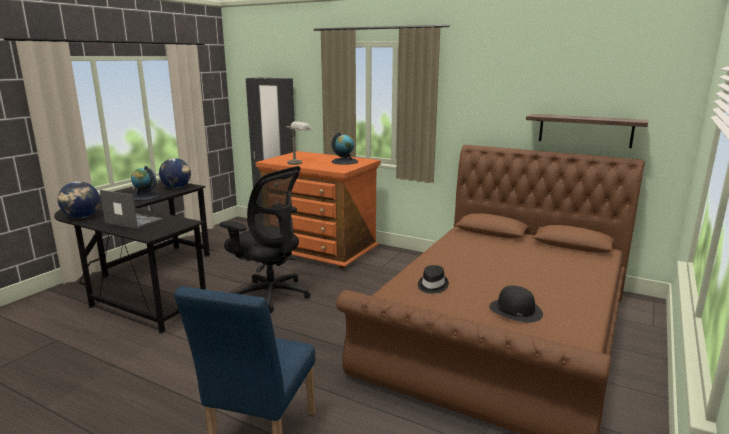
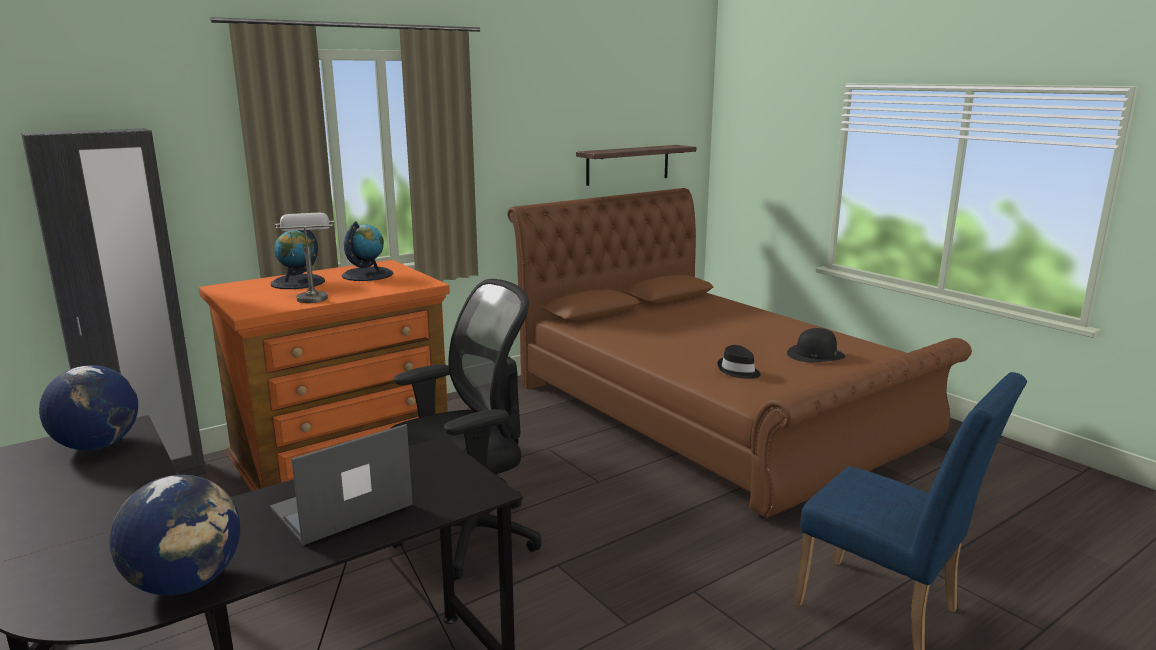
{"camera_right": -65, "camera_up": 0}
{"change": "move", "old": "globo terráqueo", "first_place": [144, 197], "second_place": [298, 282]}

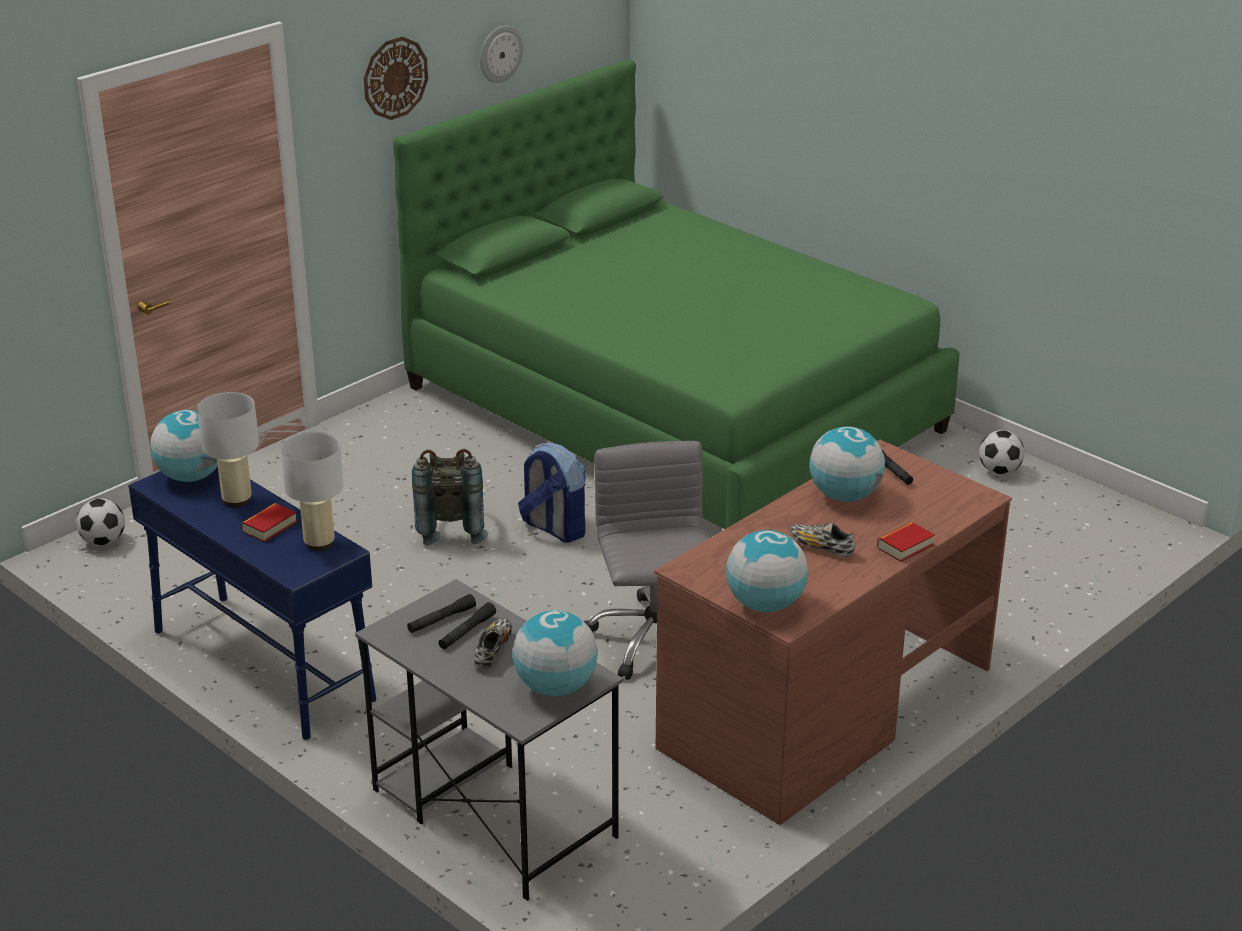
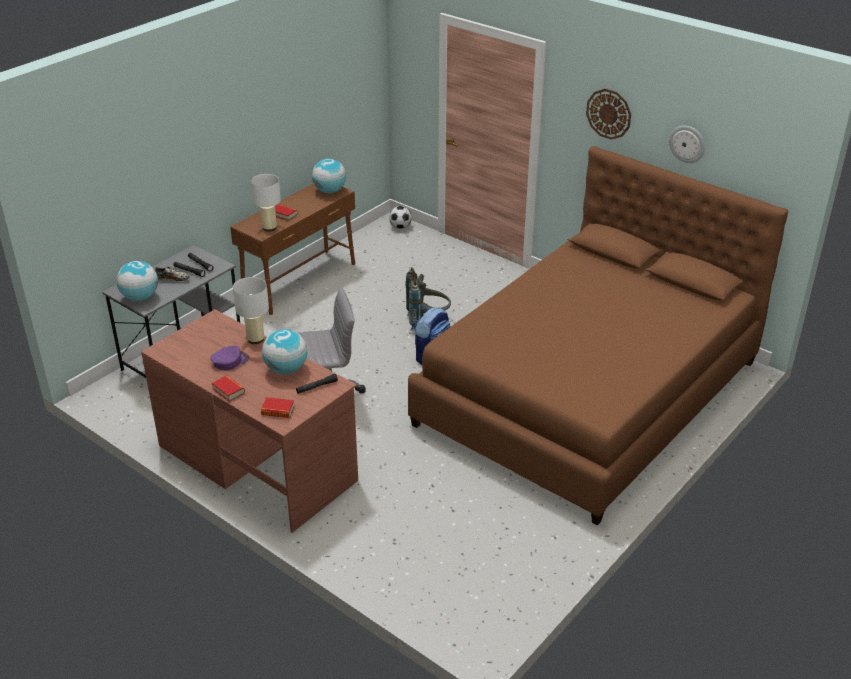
{"camera_right": 85, "camera_up": 5}
{"change": "replace", "old": "zapato", "new": "gorra [morado]", "first_place": [821, 547], "second_place": [230, 361]}
{"change": "recolor", "old": "mesa consola [azul]", "new": "mesa consola [marrón]", "first_place": [264, 664], "second_place": [300, 282]}
{"change": "move", "old": "lámpara de mesa [blanco]", "first_place": [237, 500], "second_place": [255, 339]}
{"change": "insert", "new": "libro", "second_place": [278, 411]}
{"change": "recolor", "old": "cama [verde]", "new": "cama [marrón]", "first_place": [672, 408], "second_place": [589, 393]}
{"change": "delete", "old": "globo terráqueo", "first_place": [765, 605]}
{"change": "delete", "old": "balón de fútbol", "first_place": [999, 471]}

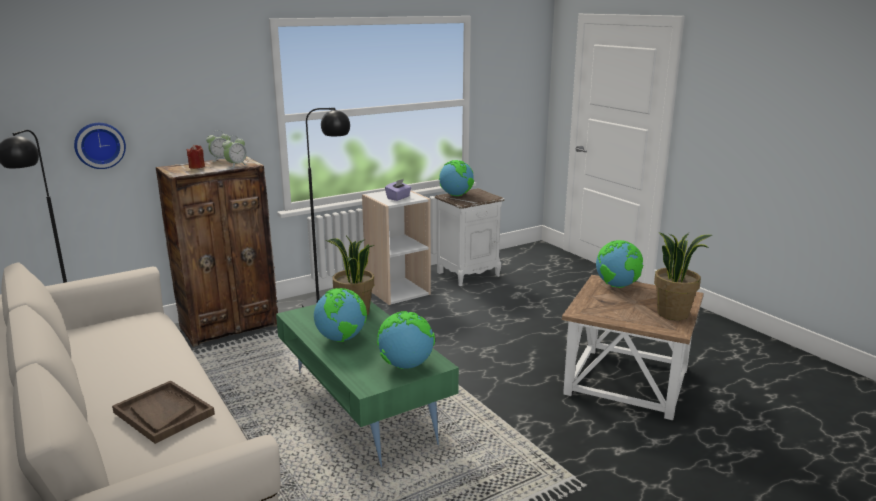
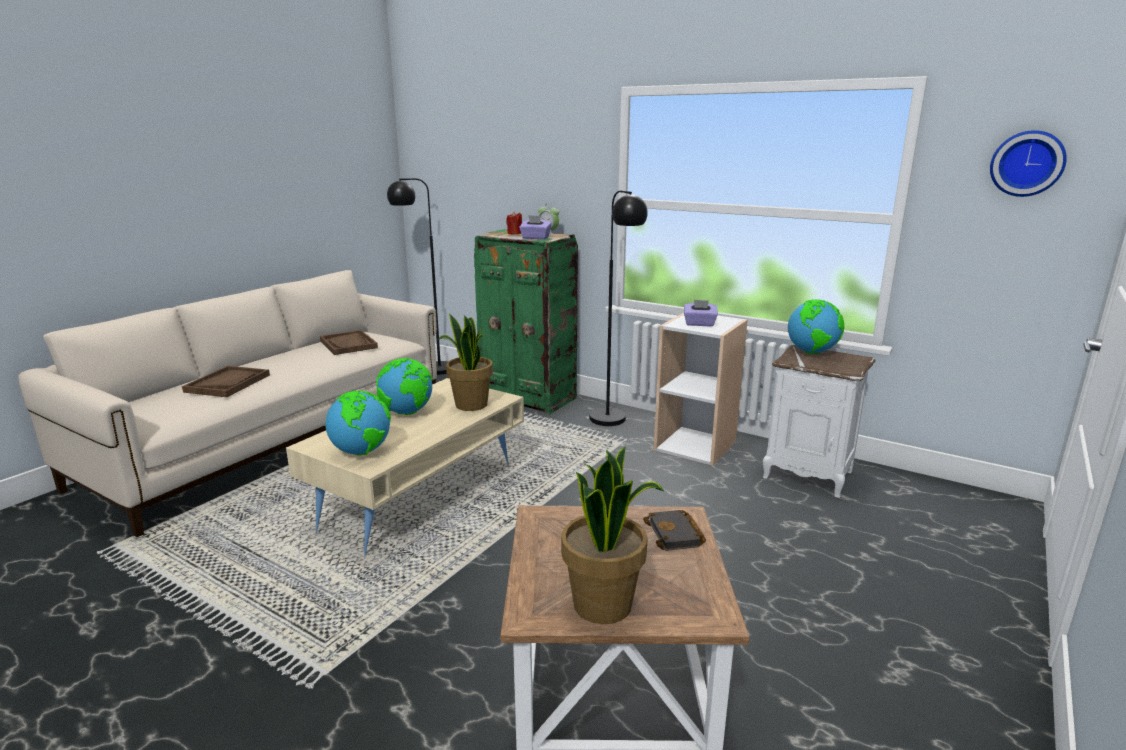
{"camera_right": 65, "camera_up": 0}
{"change": "recolor", "old": "mesa de centro [verde]", "new": "mesa de centro [beis]", "first_place": [362, 407], "second_place": [420, 495]}
{"change": "insert", "new": "bandeja [marrón]", "second_place": [348, 344]}
{"change": "recolor", "old": "armario [marrón]", "new": "armario [verde]", "first_place": [229, 326], "second_place": [529, 397]}
{"change": "replace", "old": "despertador", "new": "caja de pañuelos [morado]", "first_place": [236, 165], "second_place": [535, 238]}
{"change": "replace", "old": "globo terráqueo", "new": "libro [negro]", "first_place": [617, 286], "second_place": [676, 535]}
{"change": "move", "old": "reloj de pared", "first_place": [99, 145], "second_place": [1027, 163]}

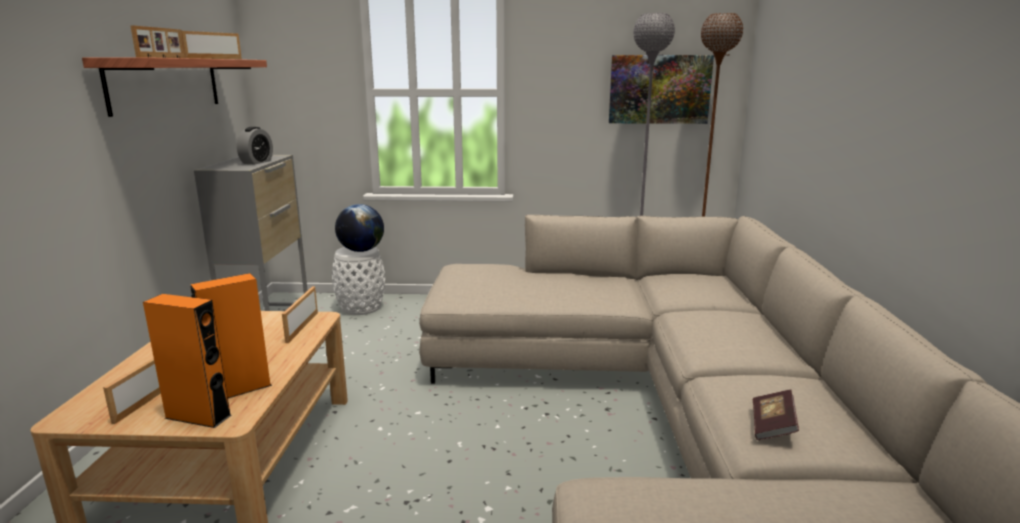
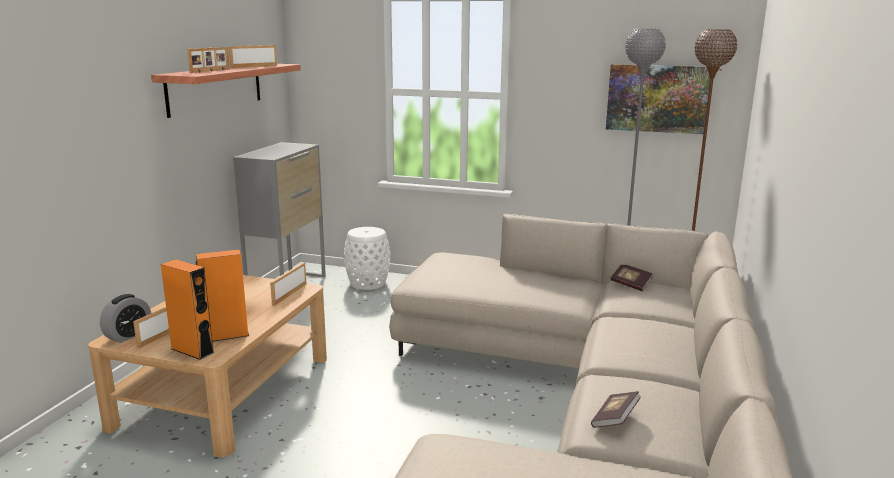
{"camera_right": 15, "camera_up": 0}
{"change": "move", "old": "despertador", "first_place": [257, 162], "second_place": [128, 335]}
{"change": "insert", "new": "libro", "second_place": [630, 284]}
{"change": "delete", "old": "globo terráqueo", "first_place": [361, 250]}

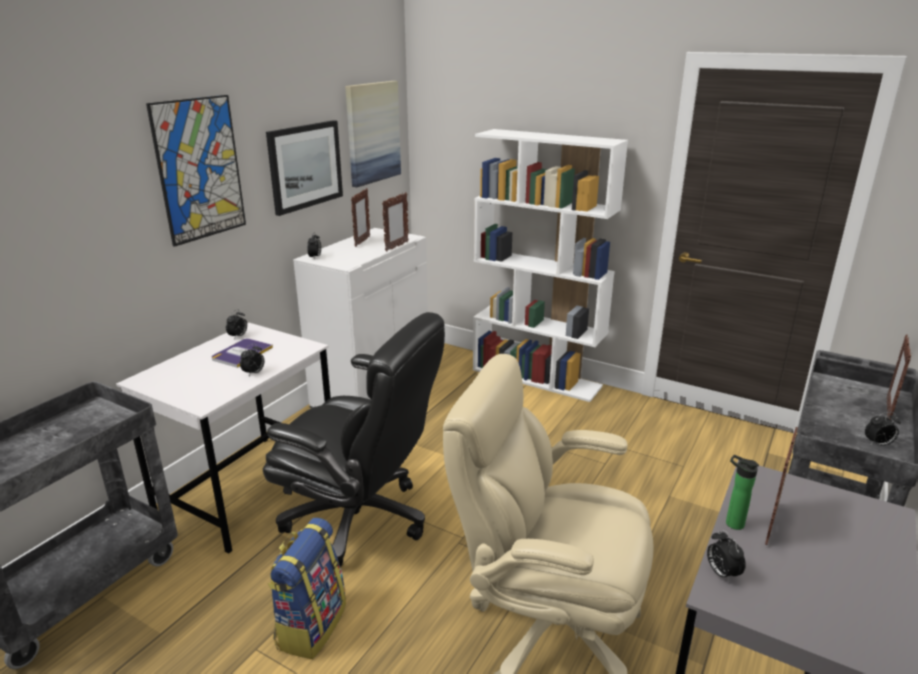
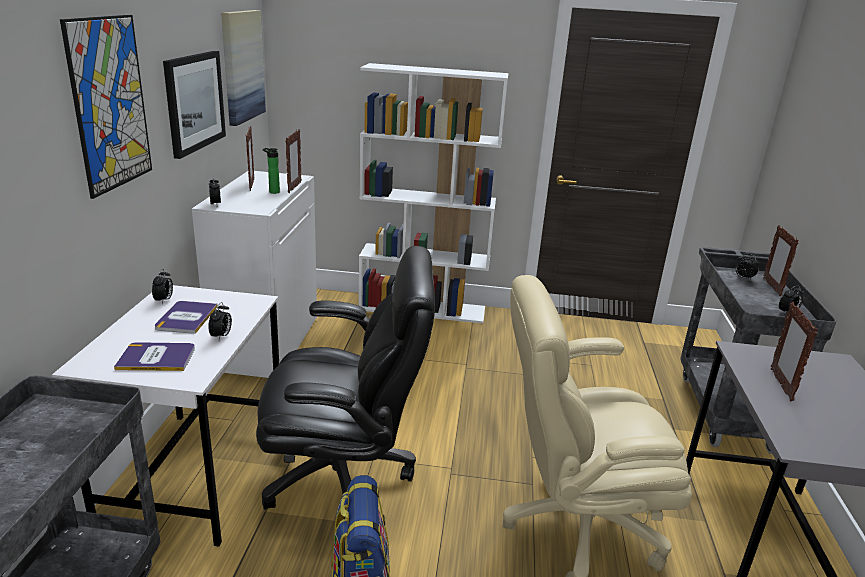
{"camera_right": -25, "camera_up": 0}
{"change": "insert", "new": "libro", "second_place": [156, 358]}
{"change": "move", "old": "botella", "first_place": [731, 523], "second_place": [272, 192]}
{"change": "move", "old": "despertador", "first_place": [721, 573], "second_place": [743, 278]}

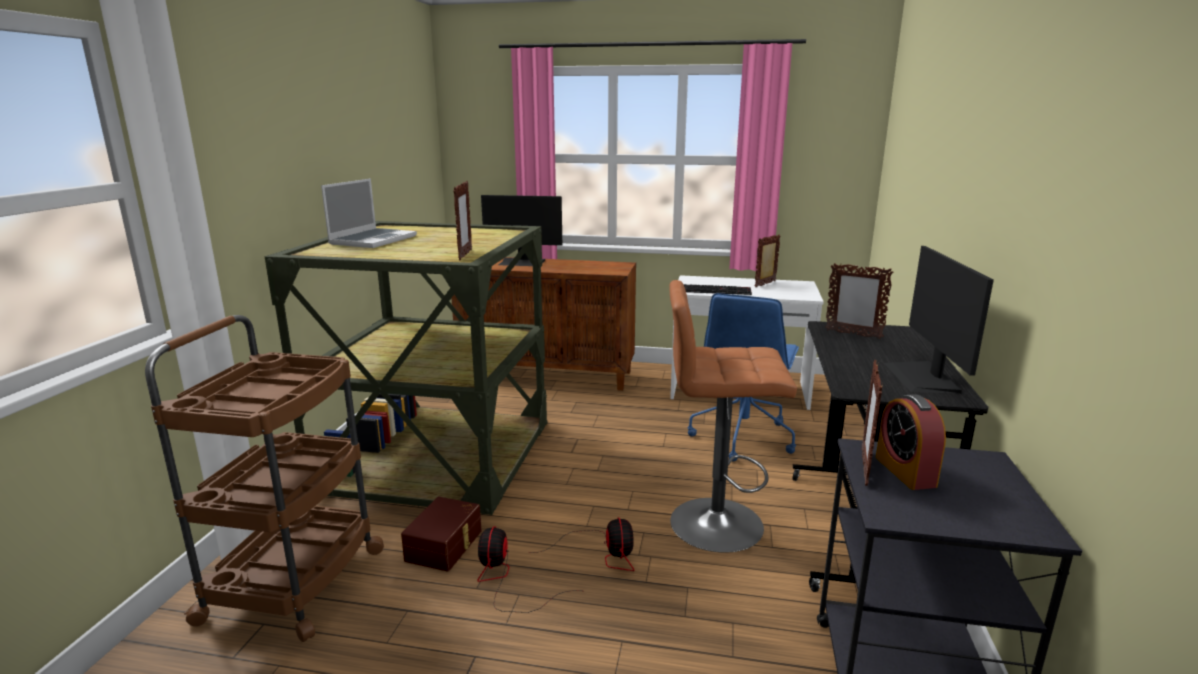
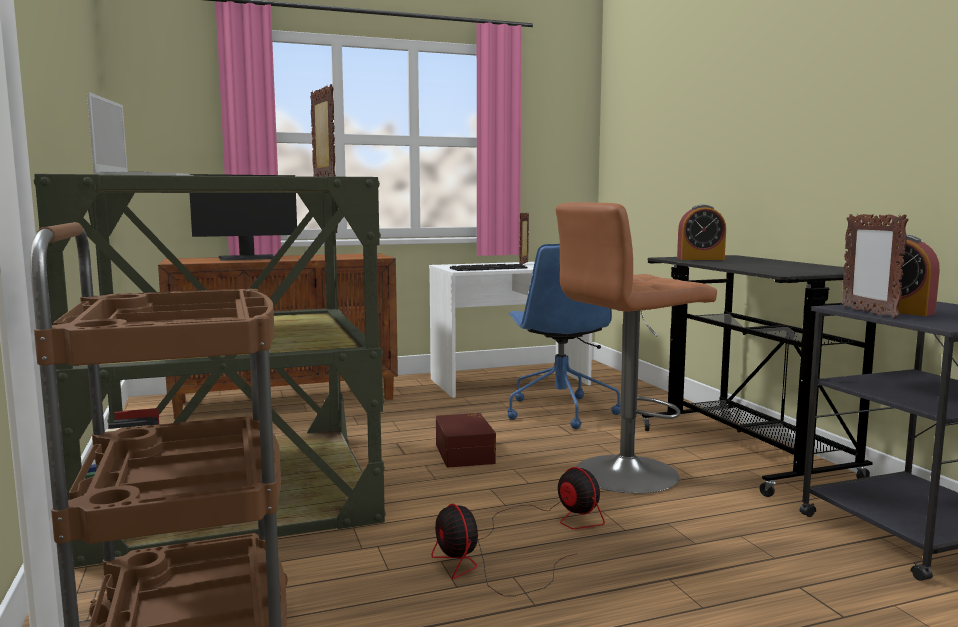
{"camera_right": -30, "camera_up": -10}
{"change": "move", "old": "caja de almacenaje [marrón]", "first_place": [446, 545], "second_place": [466, 453]}
{"change": "replace", "old": "portarretratos", "new": "despertador", "first_place": [852, 334], "second_place": [700, 259]}
{"change": "delete", "old": "monitor", "first_place": [923, 377]}

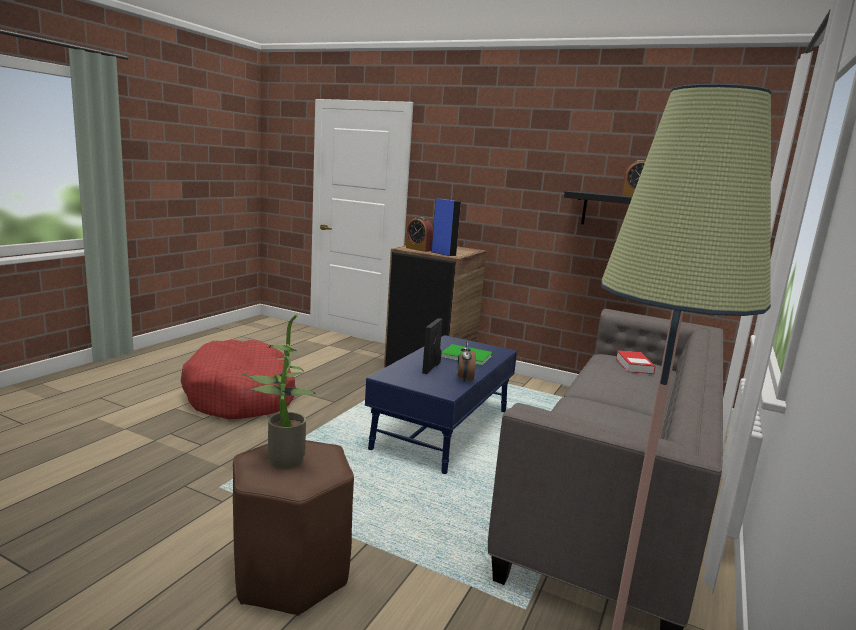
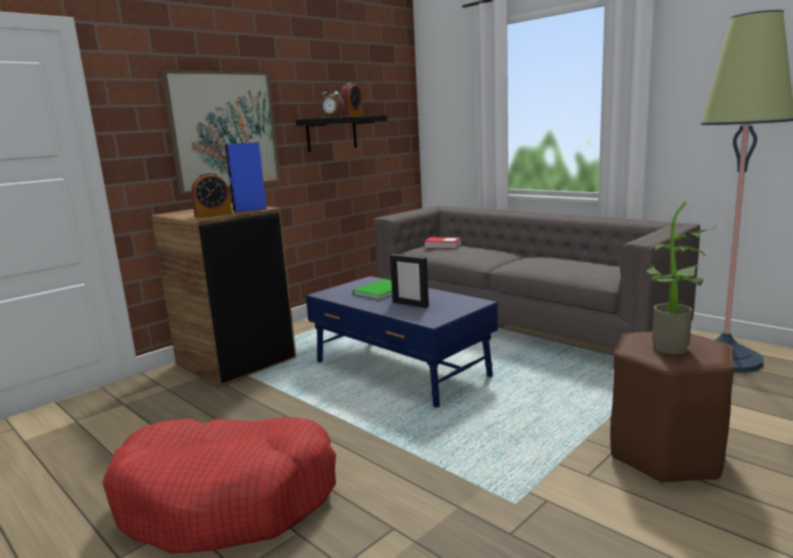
{"camera_right": -70, "camera_up": 0}
{"change": "insert", "new": "cuadro", "second_place": [224, 130]}
{"change": "move", "old": "despertador", "first_place": [464, 379], "second_place": [332, 117]}

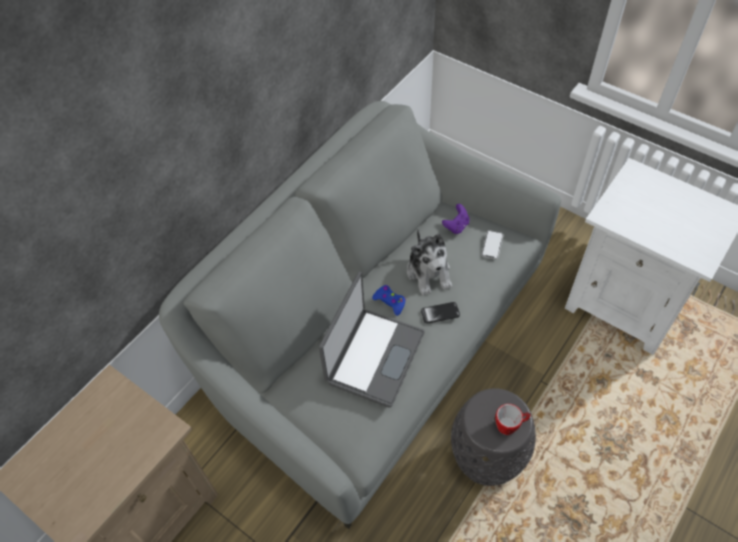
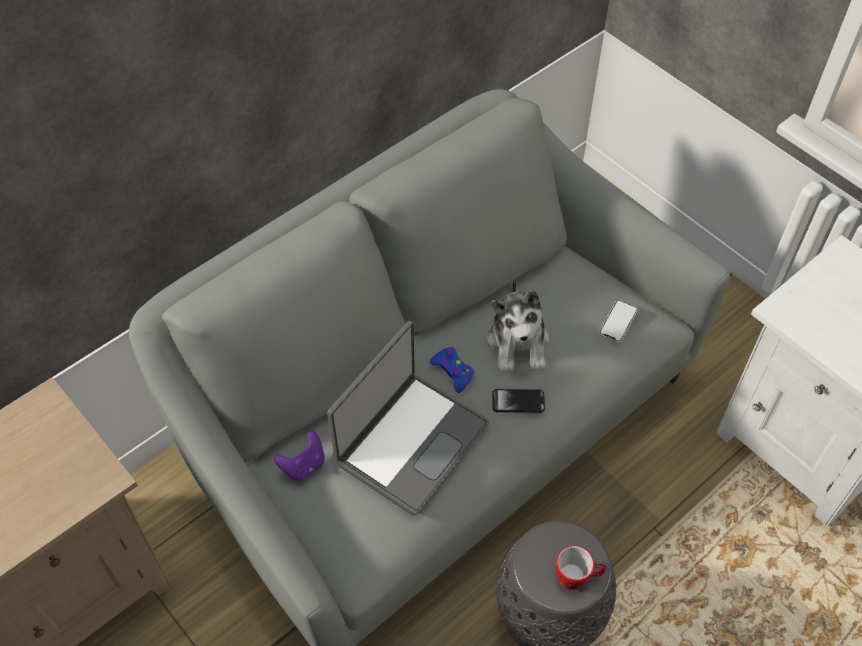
{"camera_right": 10, "camera_up": 0}
{"change": "move", "old": "mando de consola [morado]", "first_place": [456, 226], "second_place": [303, 465]}

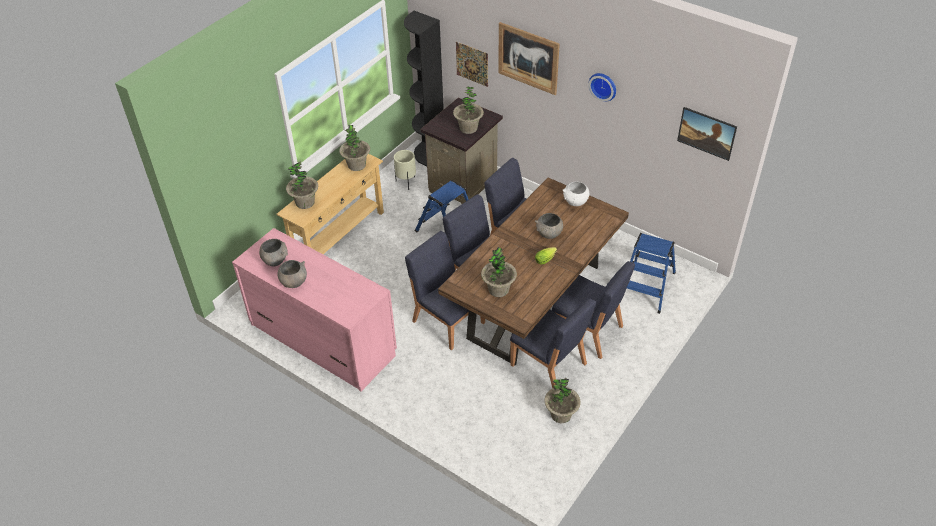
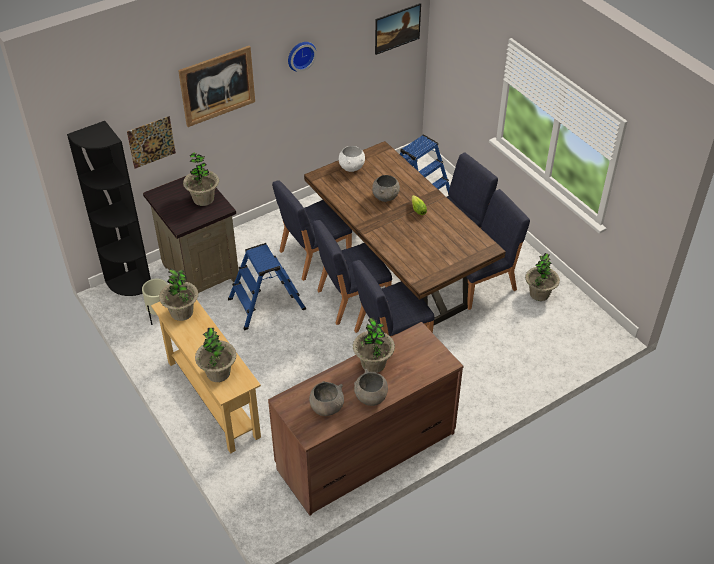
{"camera_right": -70, "camera_up": 0}
{"change": "recolor", "old": "cómoda [rosa]", "new": "cómoda [marrón]", "first_place": [322, 339], "second_place": [366, 451]}
{"change": "move", "old": "planta en maceta", "first_place": [498, 289], "second_place": [373, 364]}

